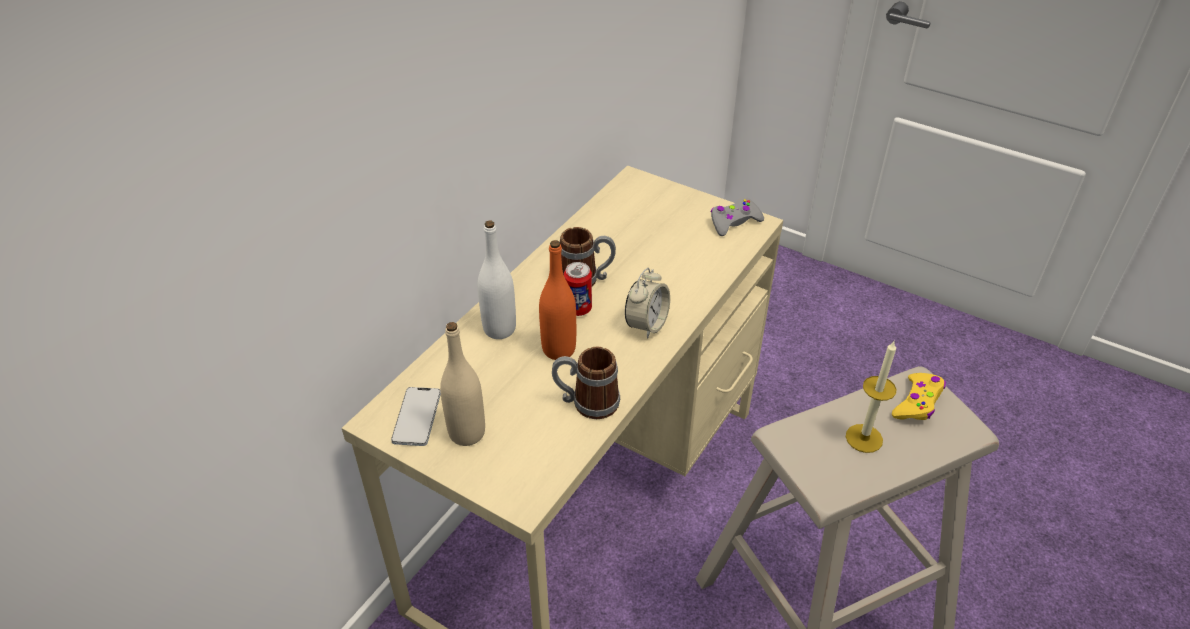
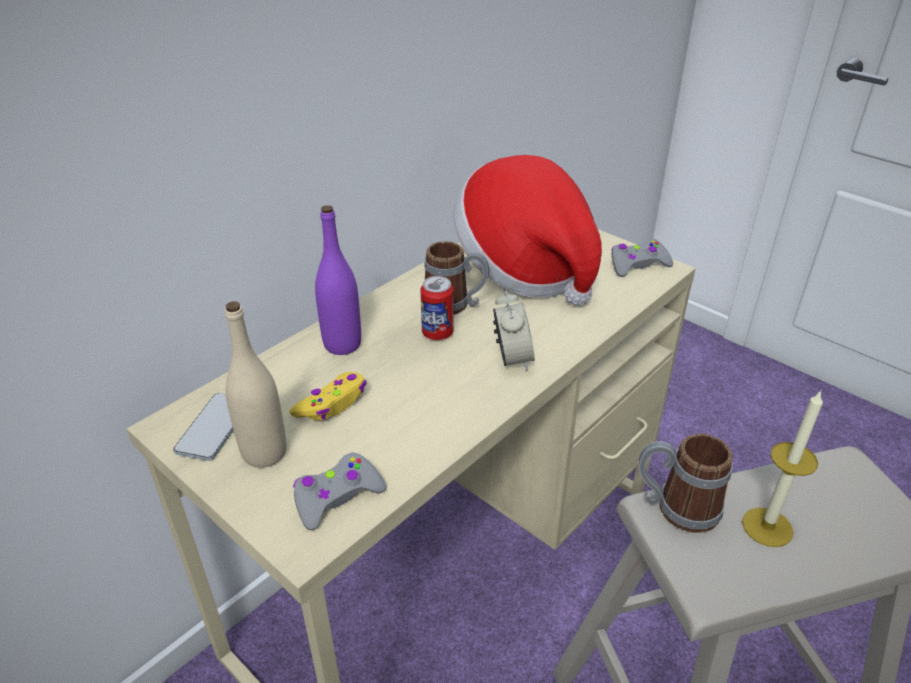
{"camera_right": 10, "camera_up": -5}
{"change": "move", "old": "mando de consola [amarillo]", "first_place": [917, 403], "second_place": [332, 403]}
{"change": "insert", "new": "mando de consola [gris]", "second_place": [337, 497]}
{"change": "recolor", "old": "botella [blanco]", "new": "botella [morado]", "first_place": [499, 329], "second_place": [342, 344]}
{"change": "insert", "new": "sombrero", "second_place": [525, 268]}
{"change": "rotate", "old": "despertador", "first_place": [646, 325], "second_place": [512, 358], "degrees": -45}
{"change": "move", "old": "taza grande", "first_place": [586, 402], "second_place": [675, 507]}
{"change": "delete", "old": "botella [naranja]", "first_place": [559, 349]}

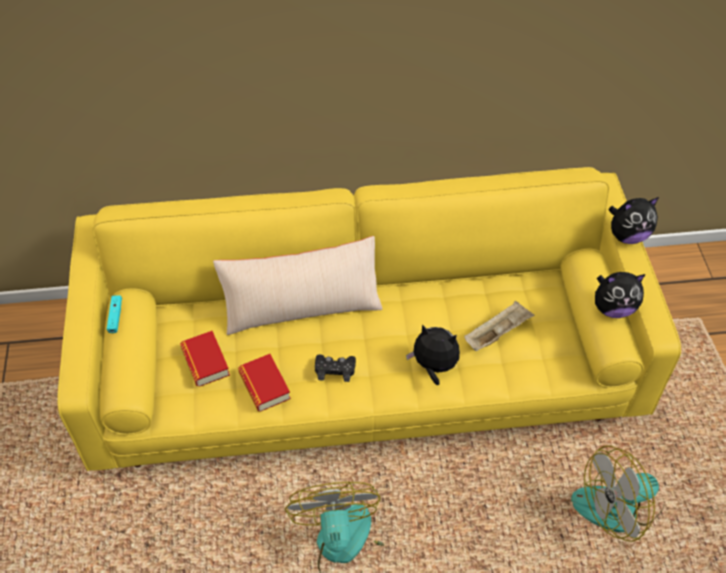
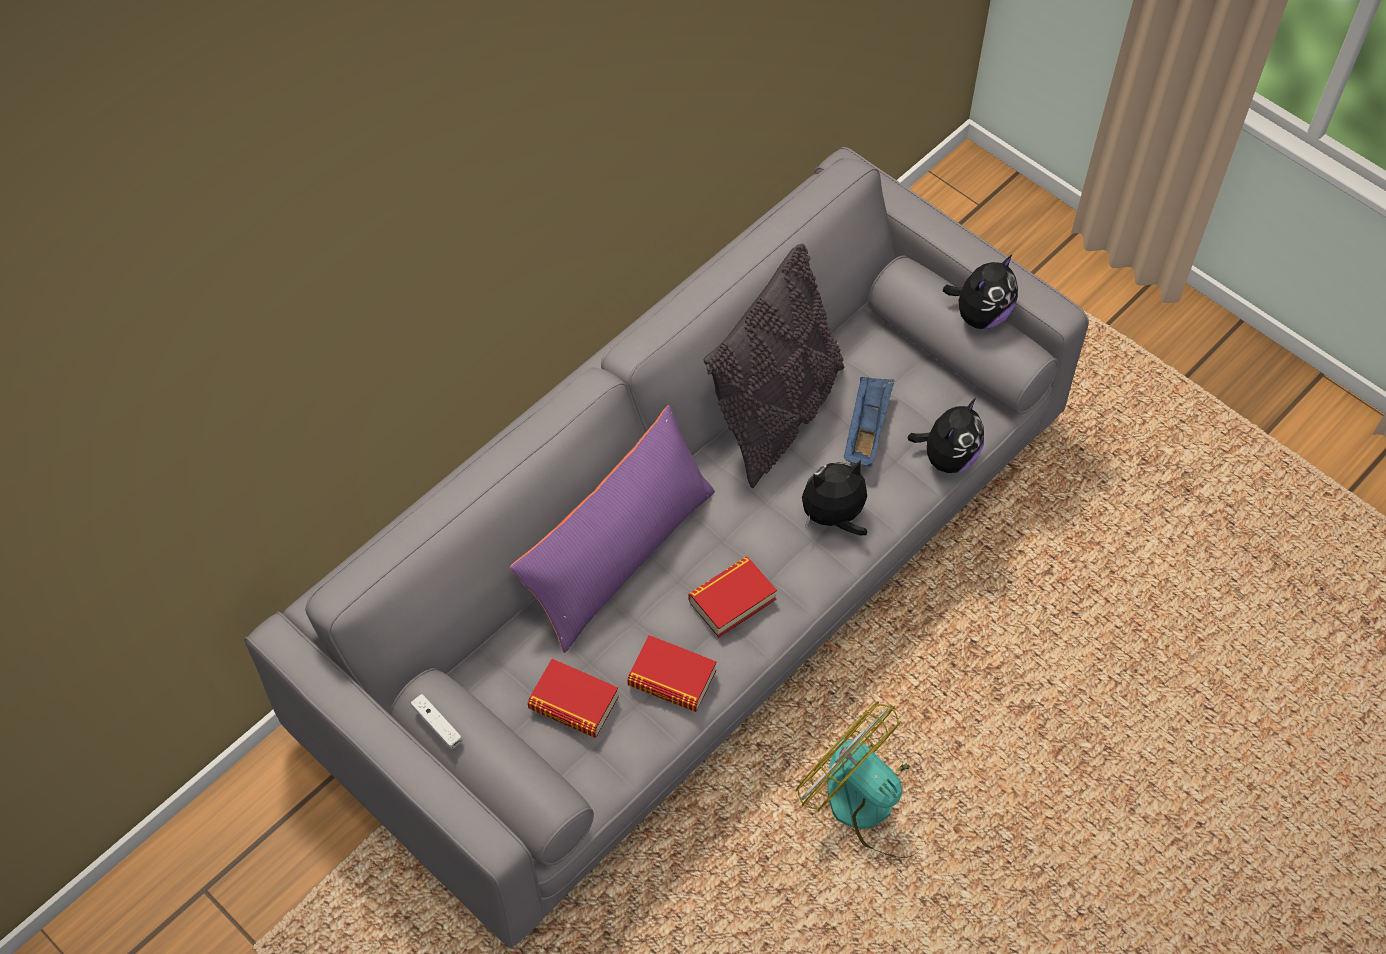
{"camera_right": -40, "camera_up": 5}
{"change": "recolor", "old": "sofá [amarillo]", "new": "sofá [gris]", "first_place": [363, 364], "second_place": [692, 581]}
{"change": "recolor", "old": "mando de consola [turquesa]", "new": "mando de consola [blanco]", "first_place": [115, 316], "second_place": [437, 725]}
{"change": "recolor", "old": "cojín [beis]", "new": "cojín [morado]", "first_place": [302, 307], "second_place": [619, 555]}
{"change": "replace", "old": "mando de consola [negro]", "new": "libro", "first_place": [335, 369], "second_place": [732, 600]}
{"change": "insert", "new": "cojín [negro]", "second_place": [776, 415]}
{"change": "recolor", "old": "bandeja [beis]", "new": "bandeja [azul]", "first_place": [497, 333], "second_place": [866, 429]}
{"change": "move", "old": "peluche", "first_place": [627, 235], "second_place": [947, 457]}
{"change": "delete", "old": "ventilador", "first_place": [618, 504]}

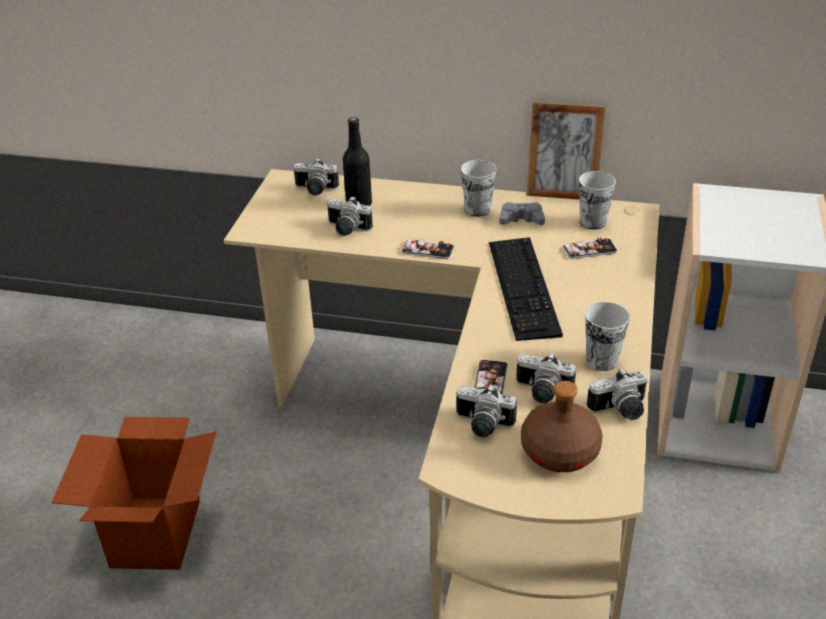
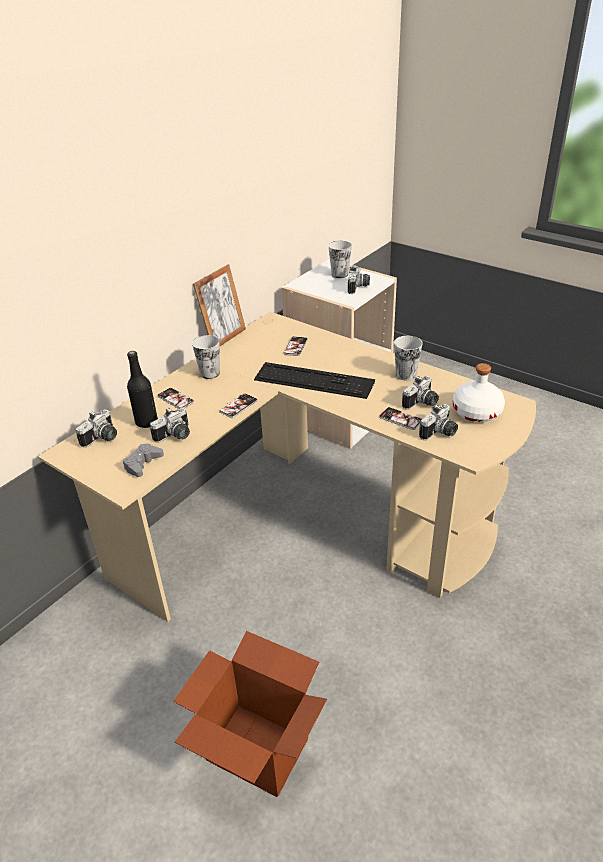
{"camera_right": -65, "camera_up": 0}
{"change": "move", "old": "mando de consola [gris]", "first_place": [521, 219], "second_place": [143, 464]}
{"change": "insert", "new": "móvil", "second_place": [175, 399]}
{"change": "move", "old": "taza", "first_place": [593, 222], "second_place": [340, 274]}
{"change": "move", "old": "cámara", "first_place": [620, 410], "second_place": [359, 287]}
{"change": "recolor", "old": "botella [marrón]", "new": "botella [blanco]", "first_place": [560, 452], "second_place": [477, 412]}

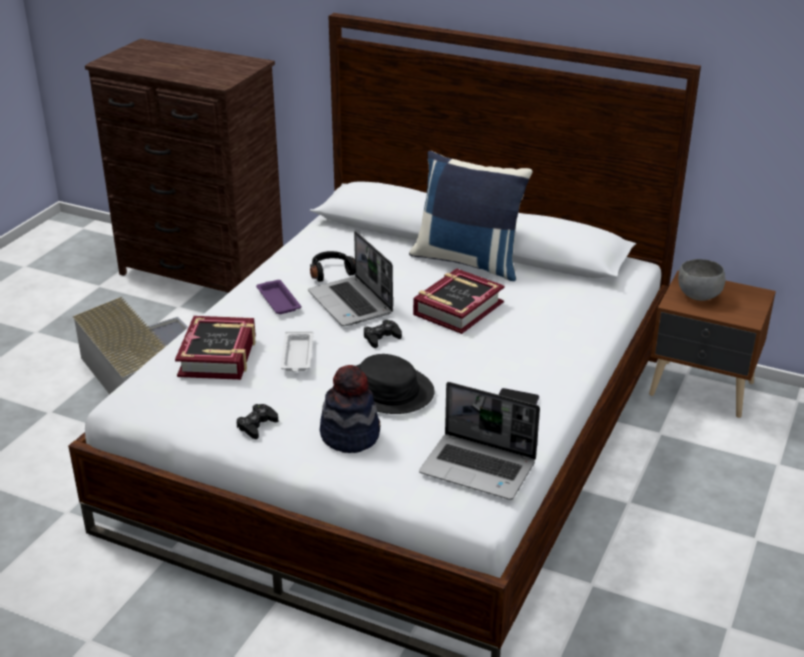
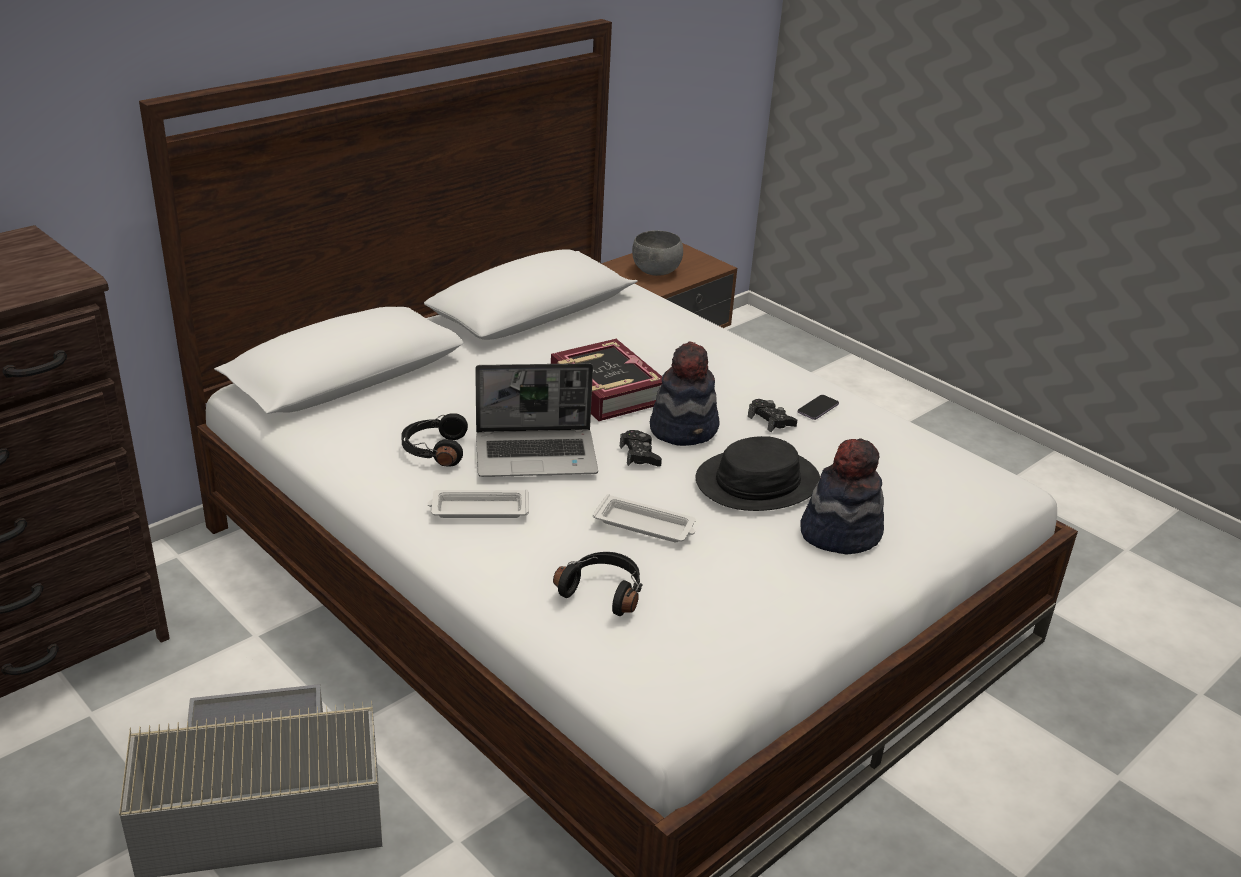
{"camera_right": -70, "camera_up": 0}
{"change": "recolor", "old": "bandeja [morado]", "new": "bandeja [blanco]", "first_place": [278, 300], "second_place": [478, 509]}
{"change": "replace", "old": "libro", "new": "auriculares [negro]", "first_place": [218, 356], "second_place": [603, 591]}
{"change": "insert", "new": "sombrero", "second_place": [684, 429]}
{"change": "move", "old": "mando de consola [negro]", "first_place": [257, 425], "second_place": [771, 421]}
{"change": "delete", "old": "cojín [azul]", "first_place": [468, 260]}
{"change": "delete", "old": "portátil", "first_place": [479, 468]}

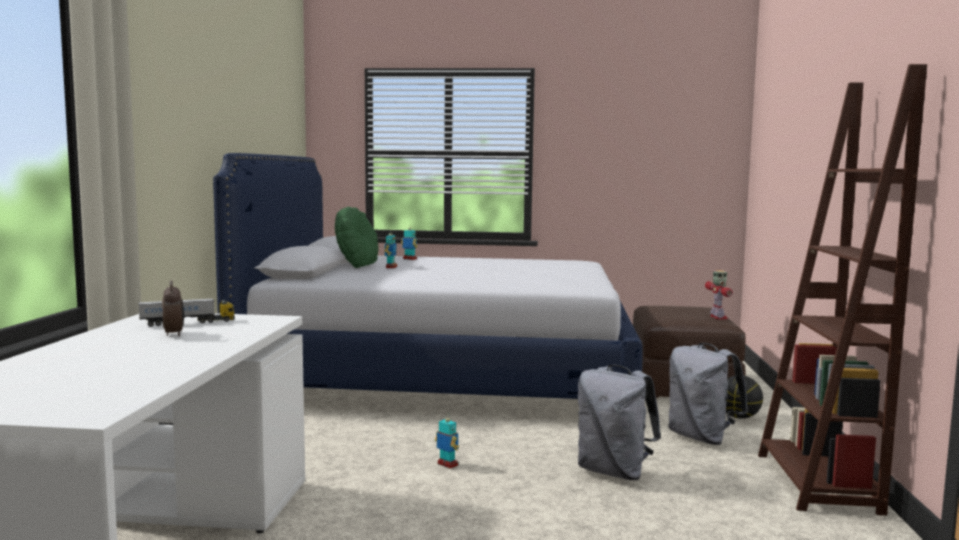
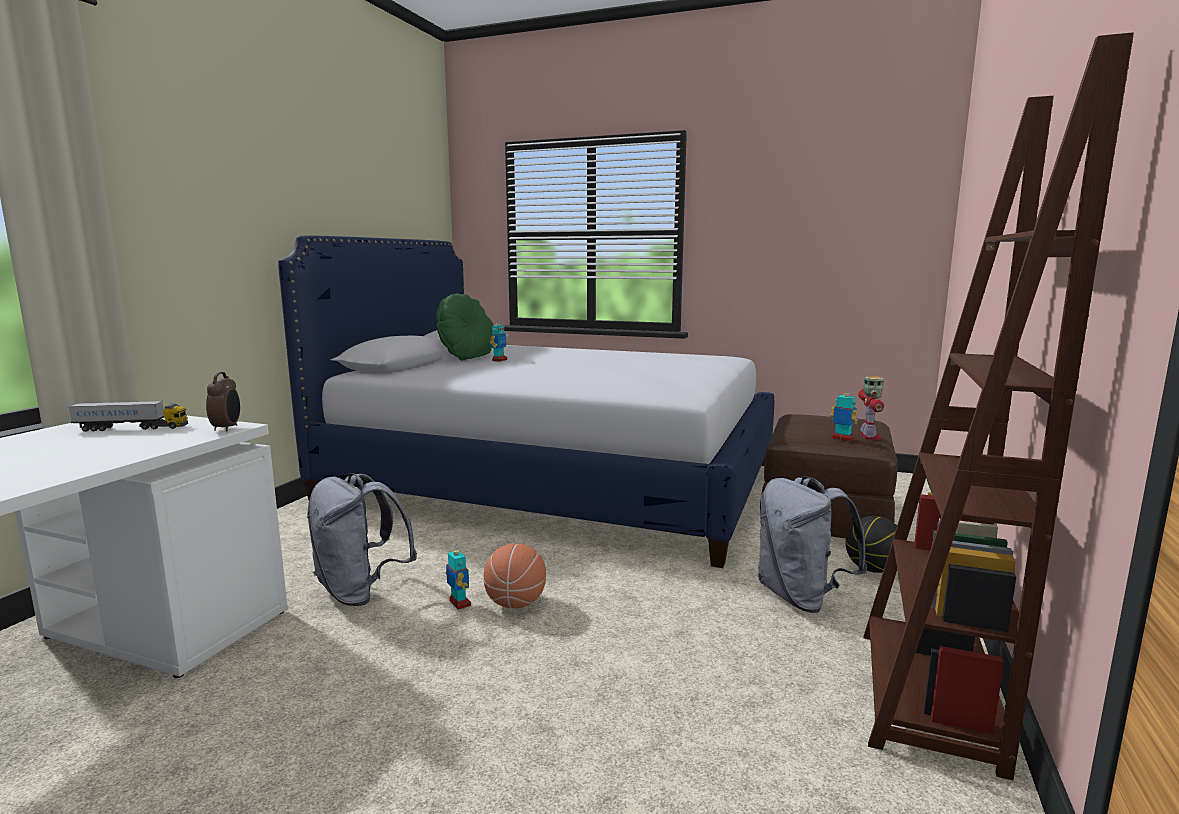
{"camera_right": 15, "camera_up": 5}
{"change": "move", "old": "despertador", "first_place": [174, 334], "second_place": [227, 428]}
{"change": "move", "old": "mochila [gris]", "first_place": [614, 472], "second_place": [360, 592]}
{"change": "insert", "new": "balón de baloncesto", "second_place": [515, 603]}
{"change": "move", "old": "robot de juguete", "first_place": [409, 259], "second_place": [842, 439]}

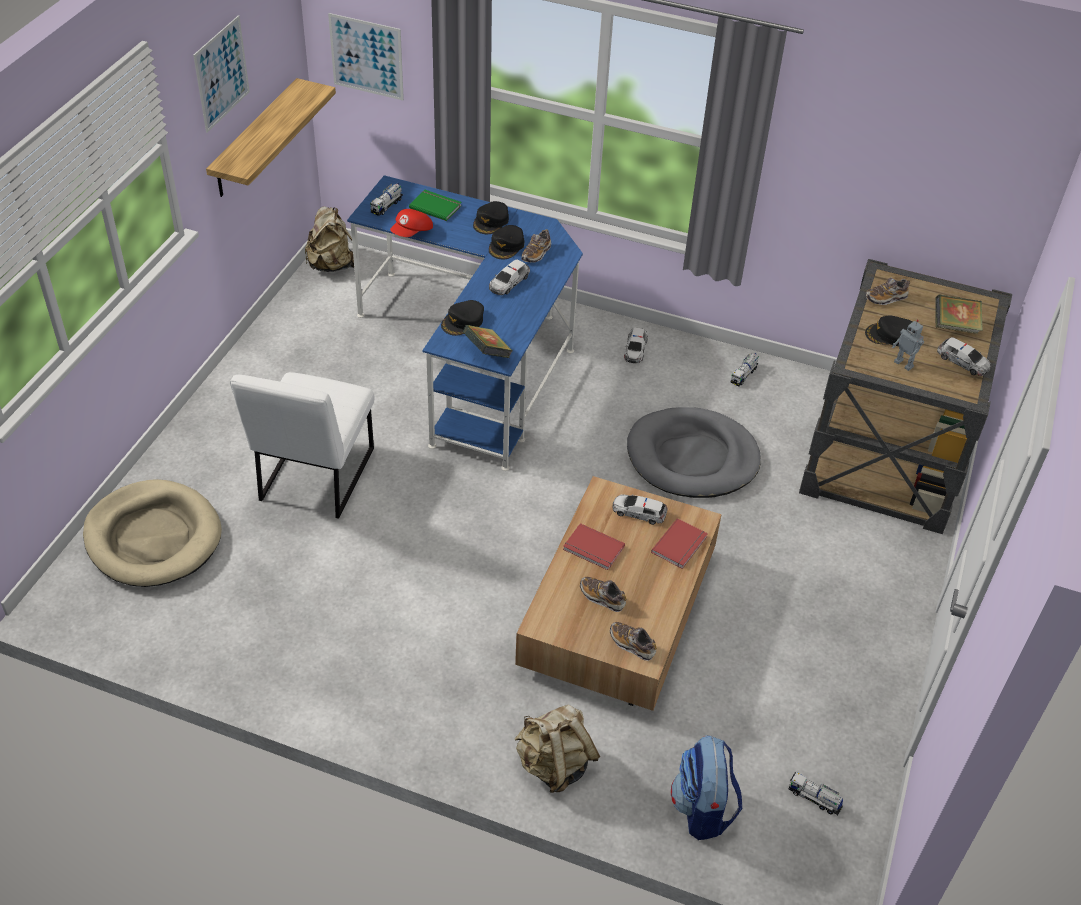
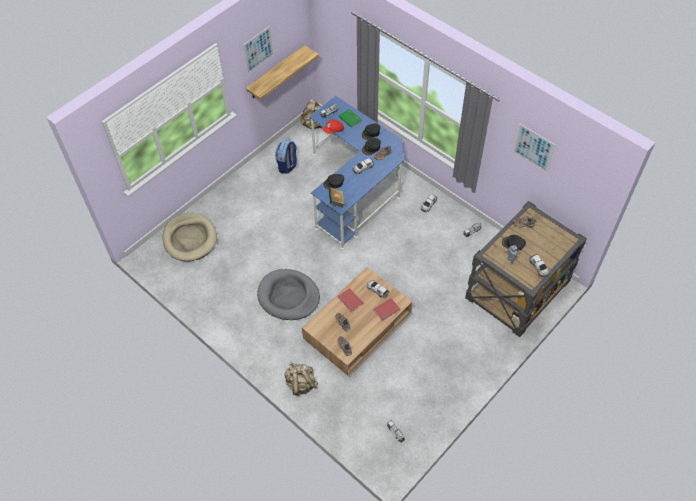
{"camera_right": 25, "camera_up": 10}
{"change": "move", "old": "cama para perro [gris]", "first_place": [692, 457], "second_place": [288, 296]}
{"change": "move", "old": "mochila", "first_place": [702, 809], "second_place": [287, 165]}
{"change": "move", "old": "cuadro", "first_place": [366, 57], "second_place": [533, 148]}
{"change": "delete", "old": "silla [blanco]", "first_place": [315, 476]}
{"change": "delete", "old": "libro", "first_place": [954, 326]}

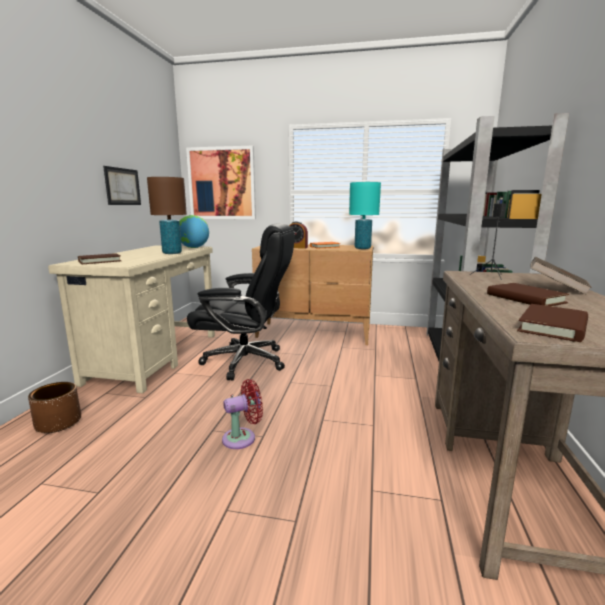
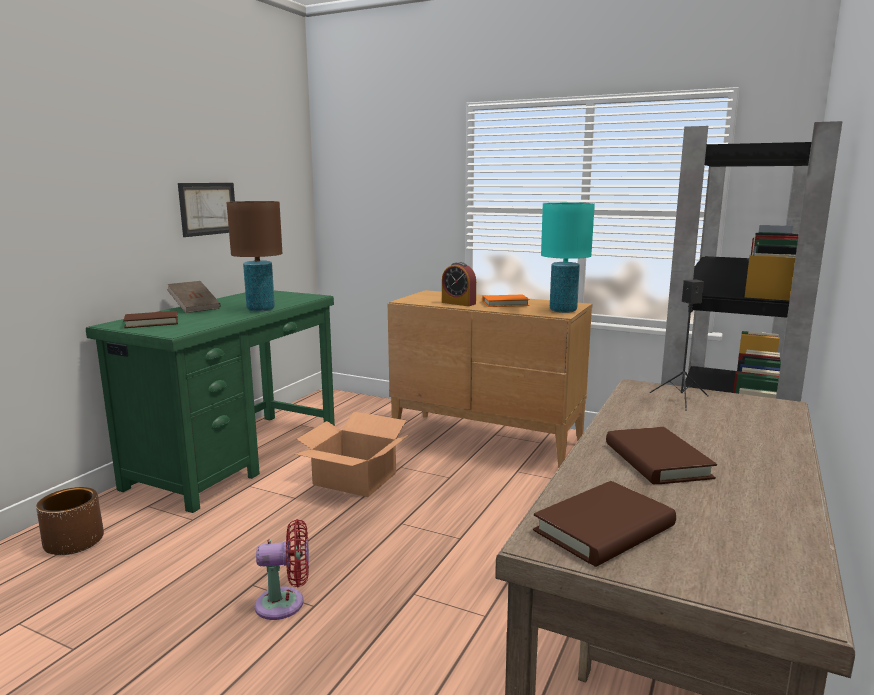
{"camera_right": 15, "camera_up": 0}
{"change": "recolor", "old": "escritorio [beis]", "new": "escritorio [verde]", "first_place": [155, 357], "second_place": [236, 456]}
{"change": "move", "old": "libro [marrón]", "first_place": [556, 288], "second_place": [195, 308]}
{"change": "replace", "old": "silla de oficina [negro]", "new": "caja de cartón", "first_place": [245, 361], "second_place": [354, 479]}
{"change": "delete", "old": "globo terráqueo", "first_place": [193, 248]}
{"change": "delete", "old": "cuadro", "first_place": [222, 183]}

